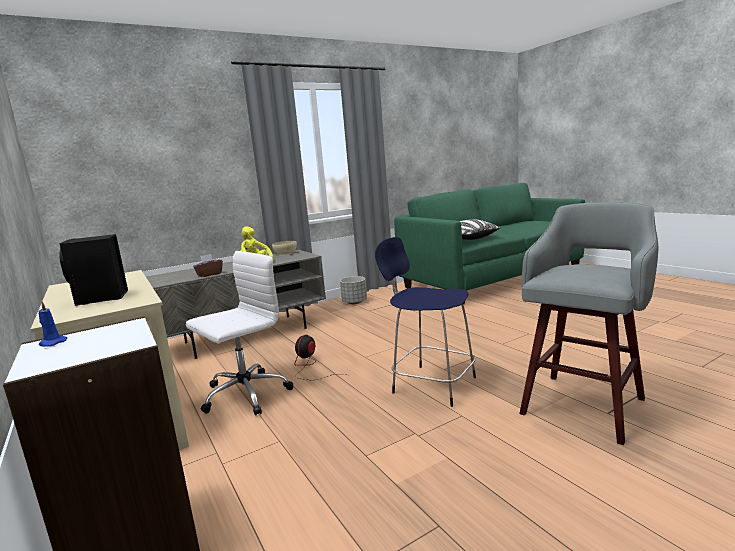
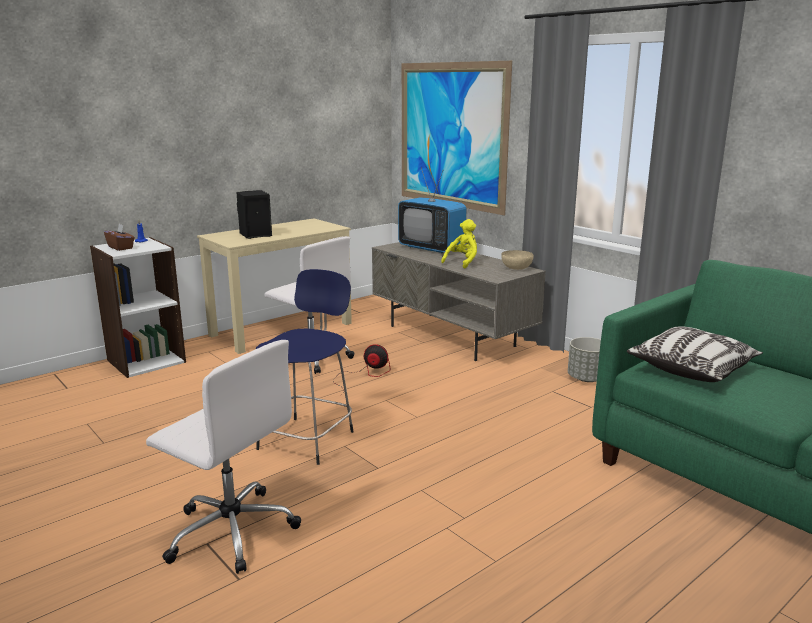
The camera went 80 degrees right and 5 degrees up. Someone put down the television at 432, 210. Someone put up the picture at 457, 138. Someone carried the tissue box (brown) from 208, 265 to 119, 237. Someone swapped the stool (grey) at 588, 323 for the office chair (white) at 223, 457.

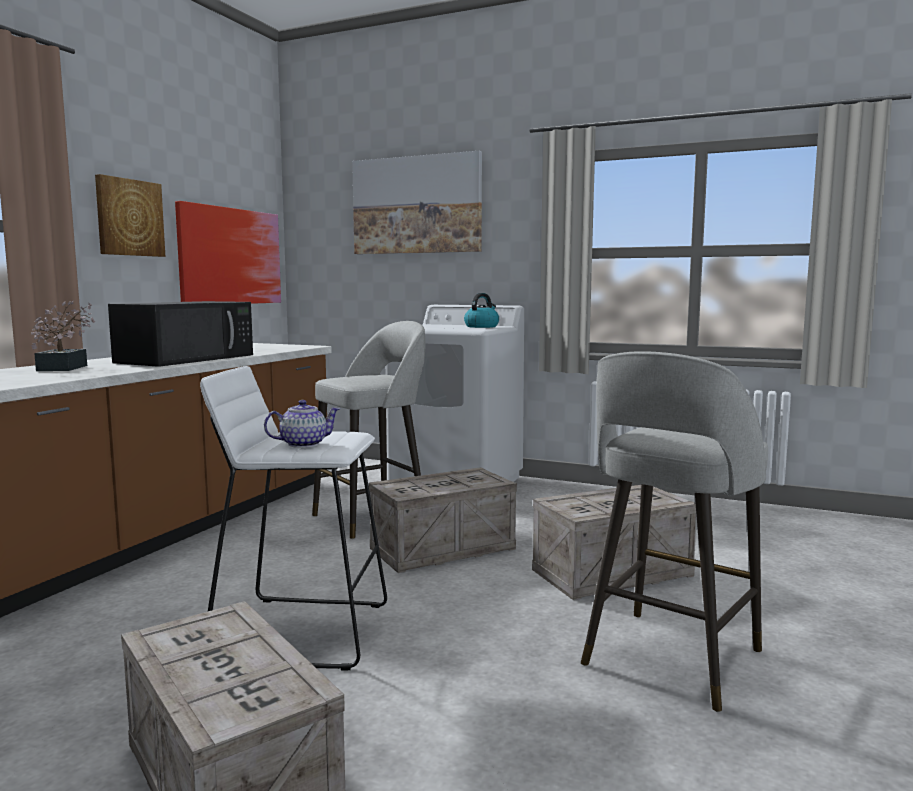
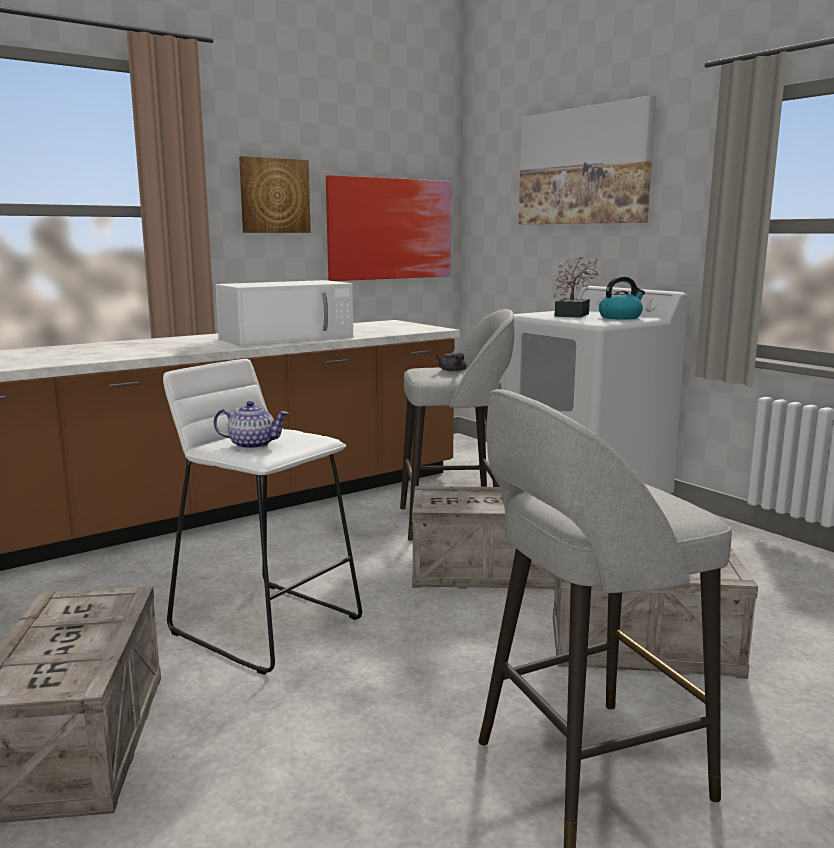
The camera went 30 degrees right and 5 degrees up. Someone put down the teapot (grey) at 451, 362. Someone carried the potted plant from 63, 336 to 576, 287. Someone repainted the microwave (black) at 180, 334, which became the microwave (white) at 284, 313.

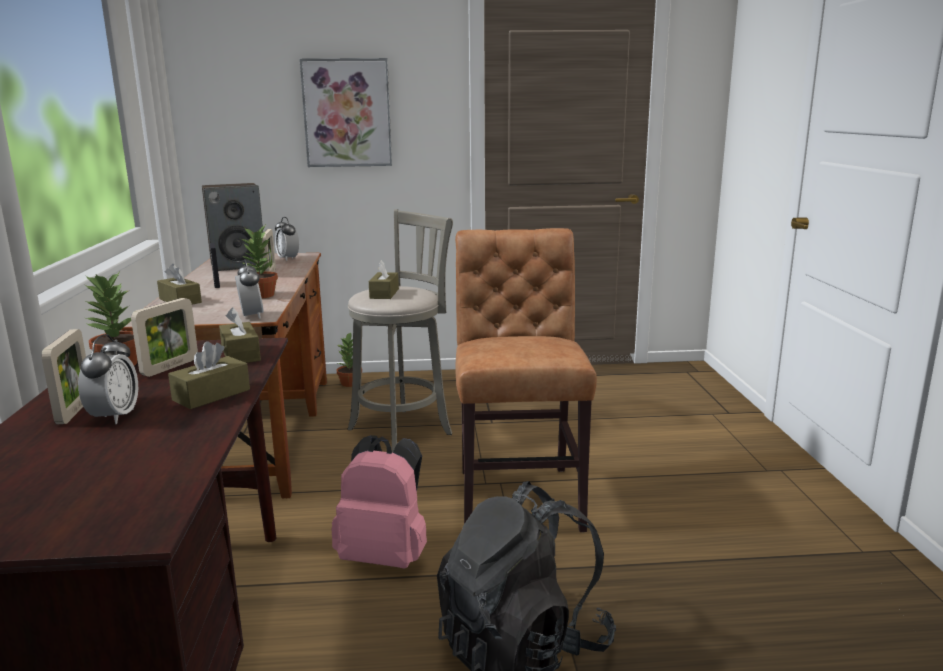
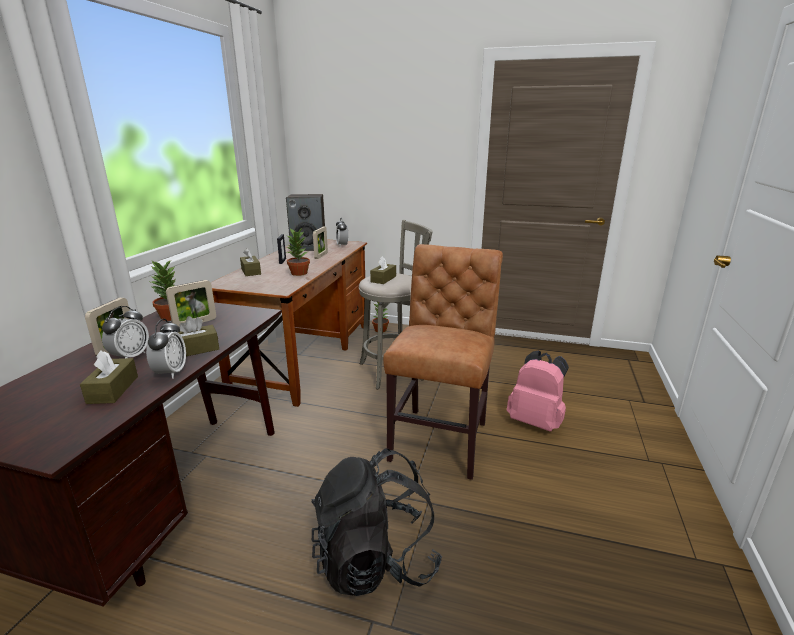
The camera went 20 degrees right and 5 degrees up. Someone took away the picture at 345, 112. Someone carried the tissue box (brown) from 240, 335 to 109, 377. Someone carried the alarm clock from 249, 289 to 166, 349. Someone carried the backpack (pink) from 379, 502 to 538, 391.

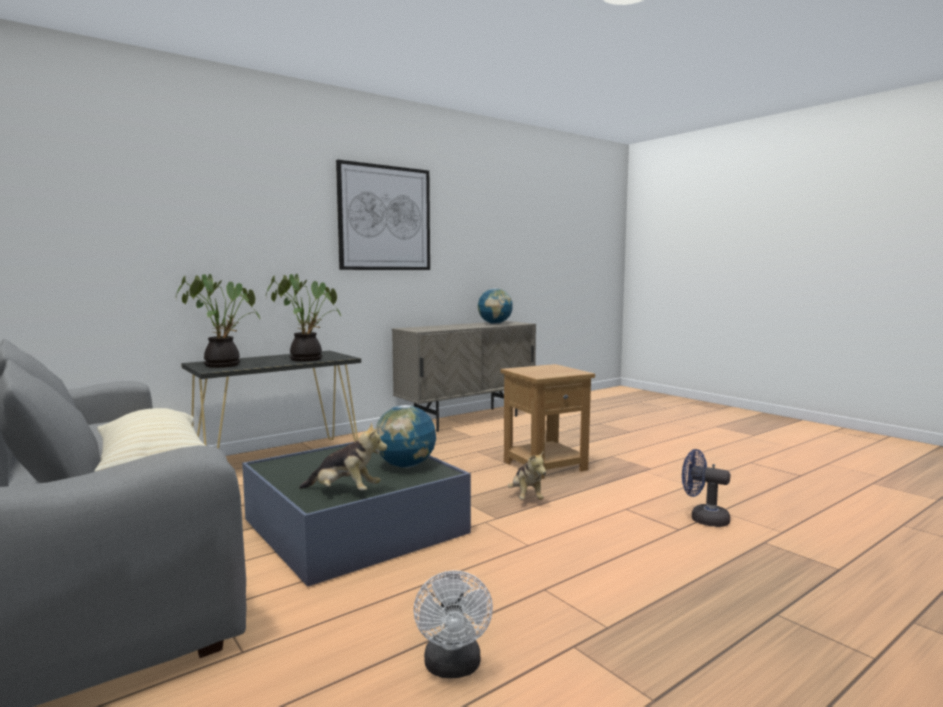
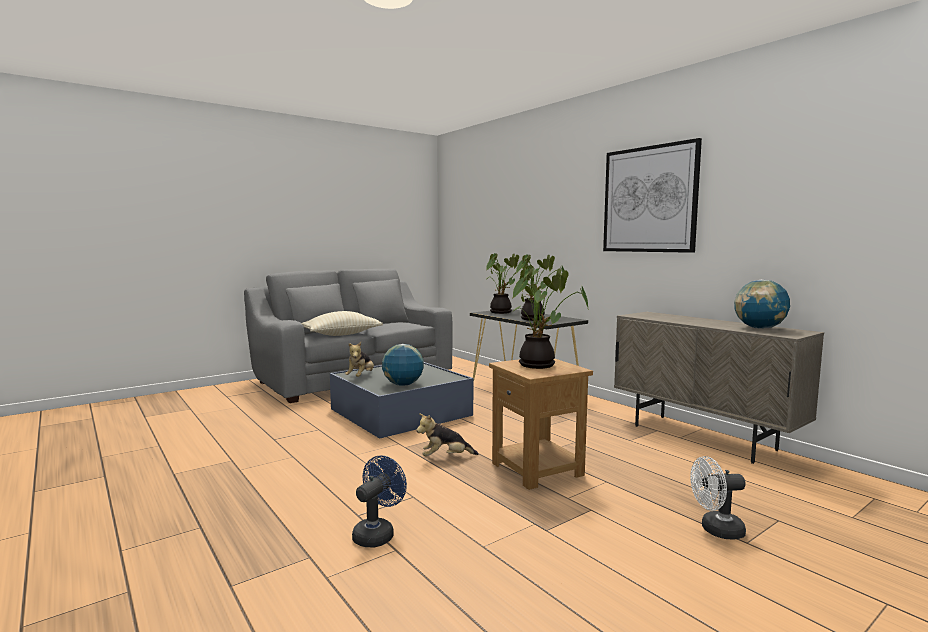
The camera went 90 degrees right and 0 degrees up. Someone put down the potted plant at 550, 318. Someone carried the fan (white) from 453, 624 to 718, 497.

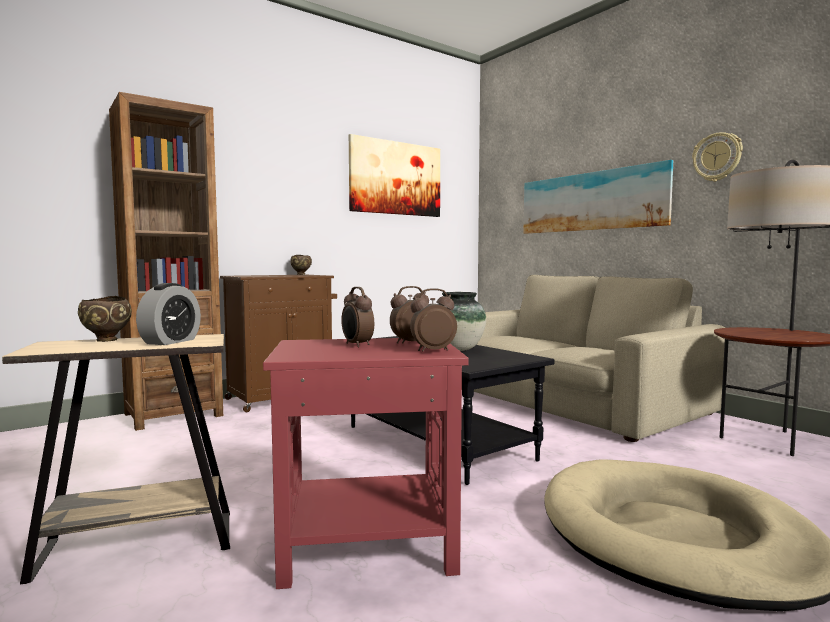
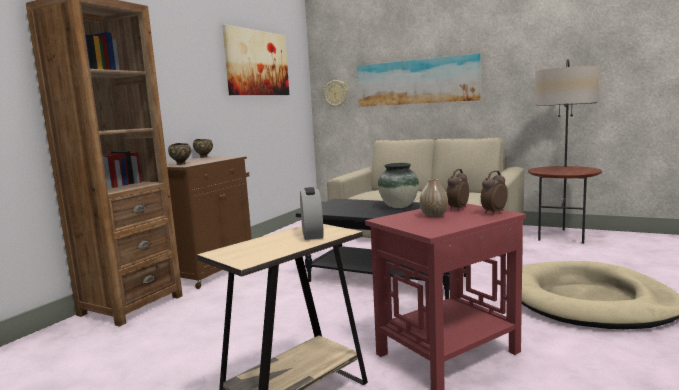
The camera went 25 degrees left and 5 degrees up. Someone carried the bowl (brown) from 105, 319 to 179, 154. Someone carried the wall clock from 717, 157 to 336, 94. Someone swapped the alarm clock at 357, 317 for the vase at 434, 198.

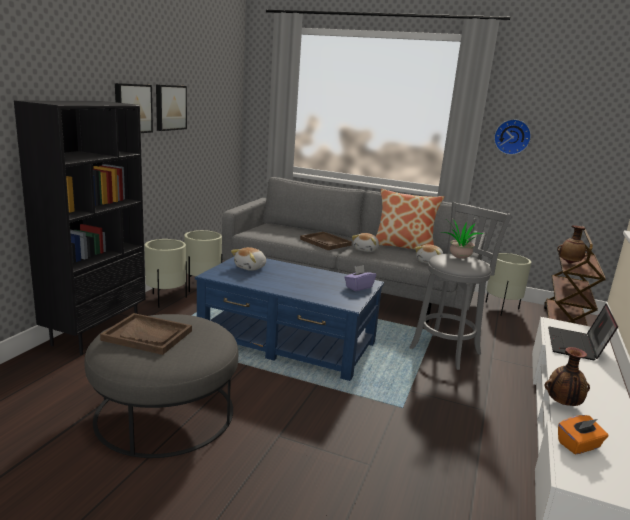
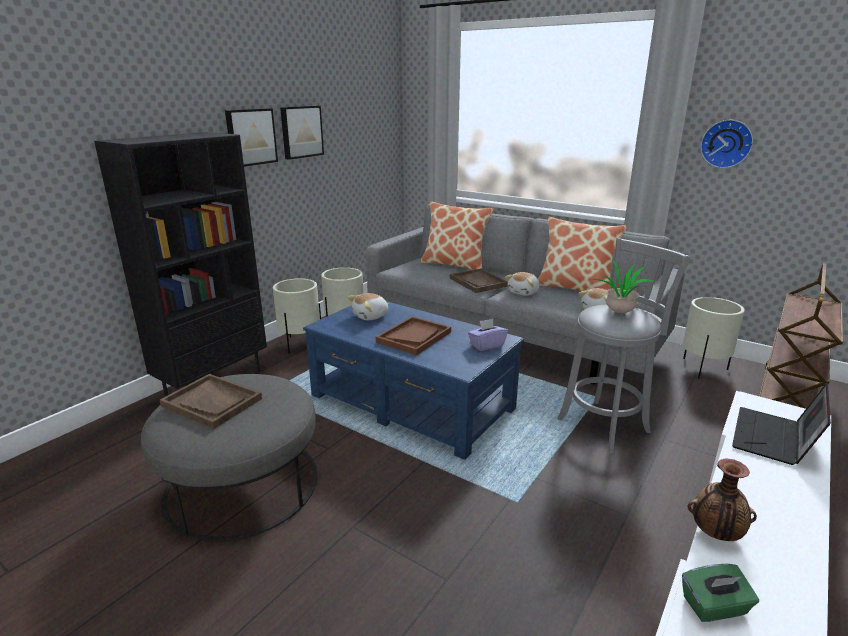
The camera went 15 degrees right and 5 degrees up. Someone took away the vase at 572, 244. Someone put down the tray (brown) at 413, 335. Someone put down the pillow at 457, 235. Someone repainted the tissue box (orange) at 583, 434, which became the tissue box (green) at 720, 593.

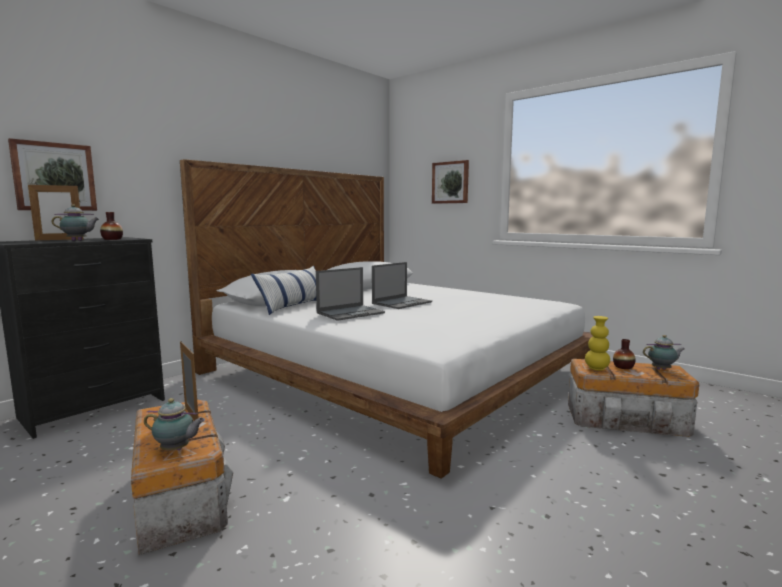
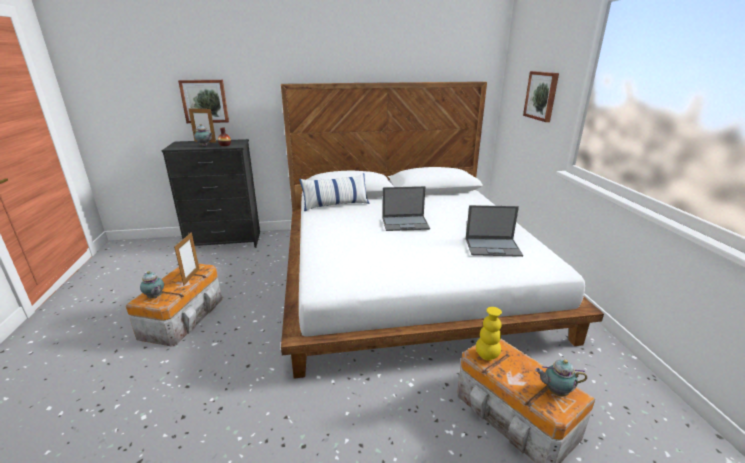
The camera went 40 degrees right and 15 degrees up. Someone took away the vase at 624, 354. Someone carried the laptop from 350, 294 to 494, 231. Someone rotated the teapot at 664, 352 by 150 degrees clockwise.

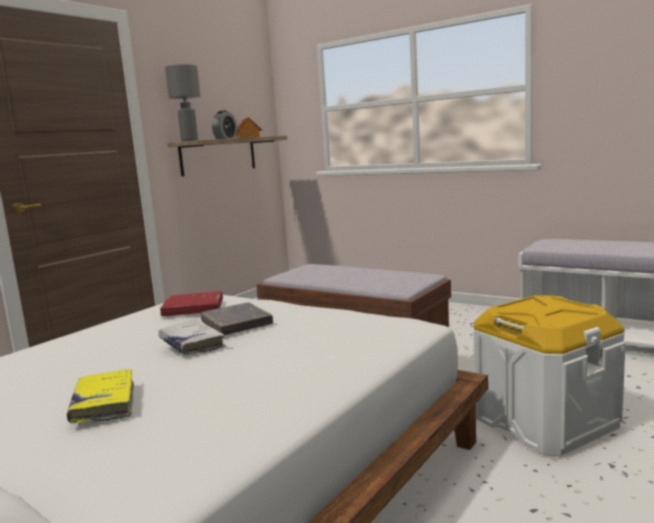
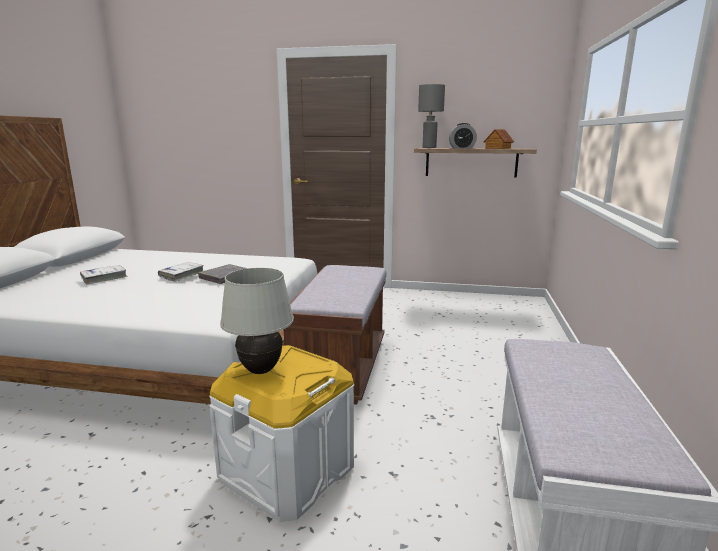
The camera went 65 degrees right and 5 degrees up. Someone took away the book (red) at 191, 303. Someone put down the table lamp (white) at 257, 321. Someone repainted the book (yellow) at 100, 396, which became the book (white) at 104, 275.

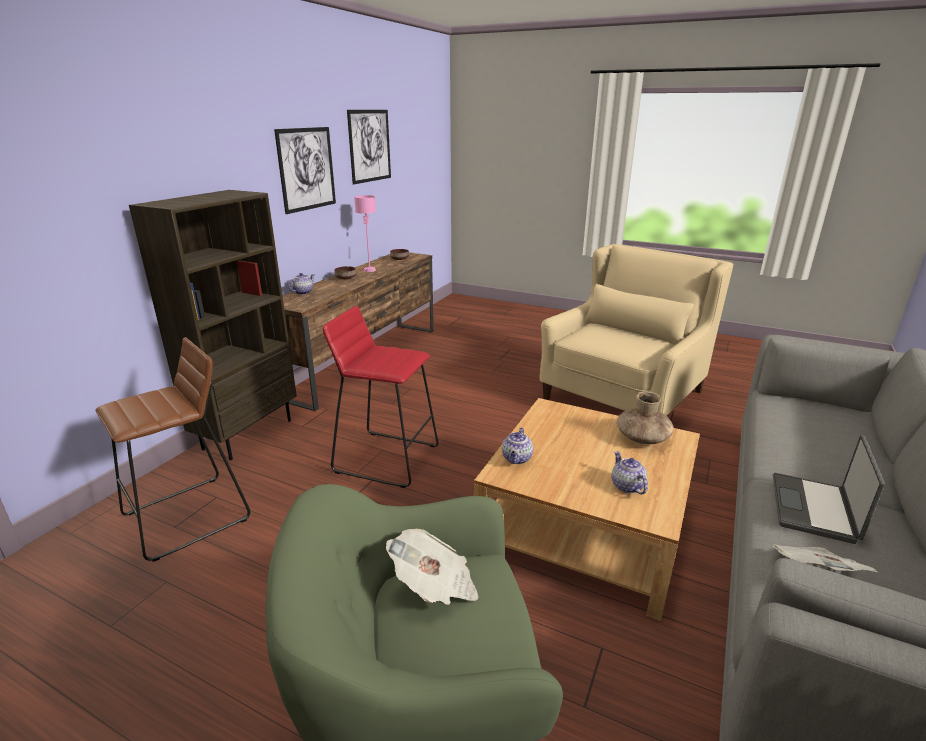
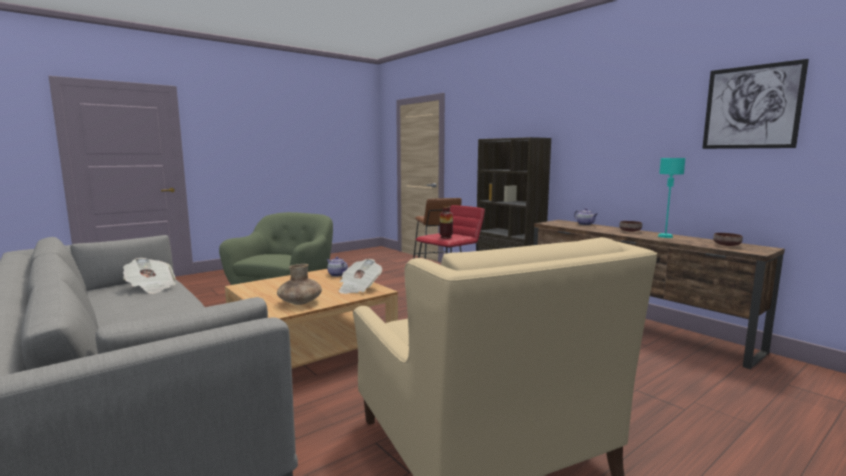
The camera went 115 degrees right and 15 degrees down. Someone took away the picture at 305, 170. Someone took away the teapot at 630, 472. Someone took away the laptop at 829, 489. Someone put down the vase at 446, 222. Someone carried the newspaper from 432, 567 to 360, 276. Someone repainted the table lamp (pink) at 365, 233, which became the table lamp (turquoise) at 672, 198.

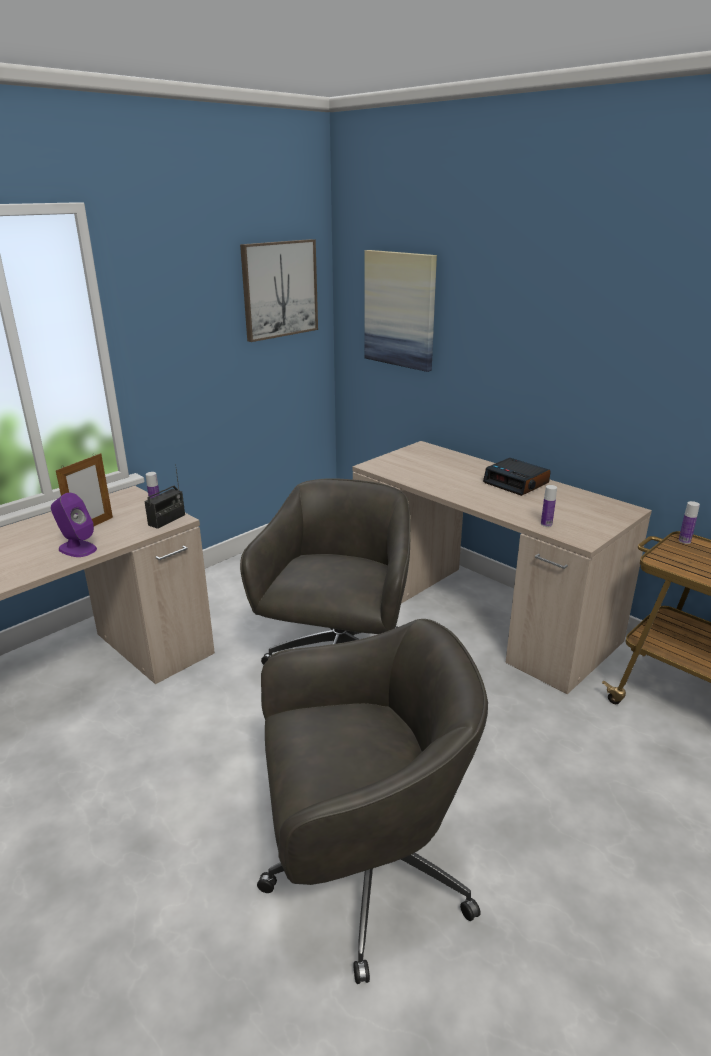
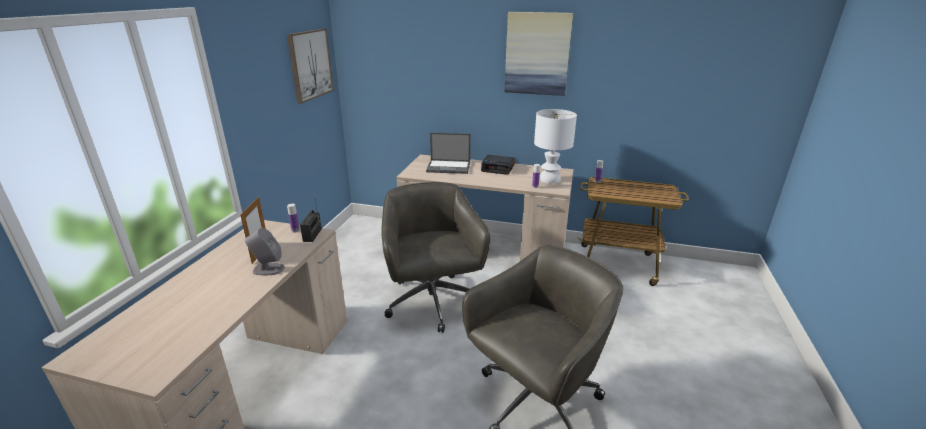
The camera went 30 degrees left and 0 degrees up. Someone put down the laptop at 448, 153. Someone put down the table lamp (white) at 555, 146. Someone carried the picture from 400, 311 to 538, 54. Someone repainted the speaker (purple) at 74, 525, which became the speaker (grey) at 264, 251.

